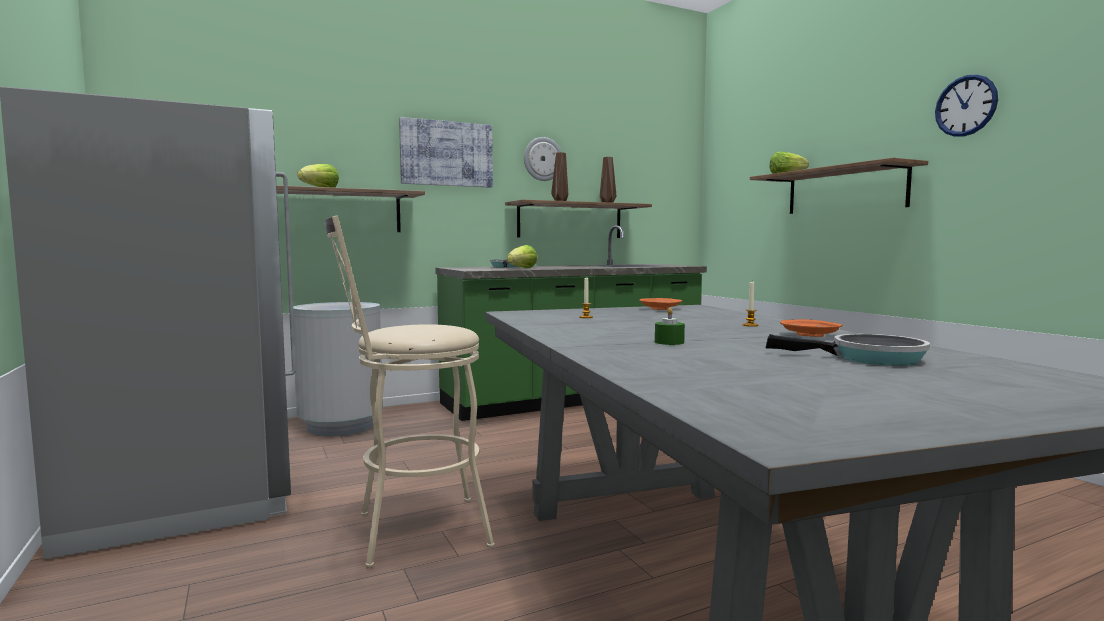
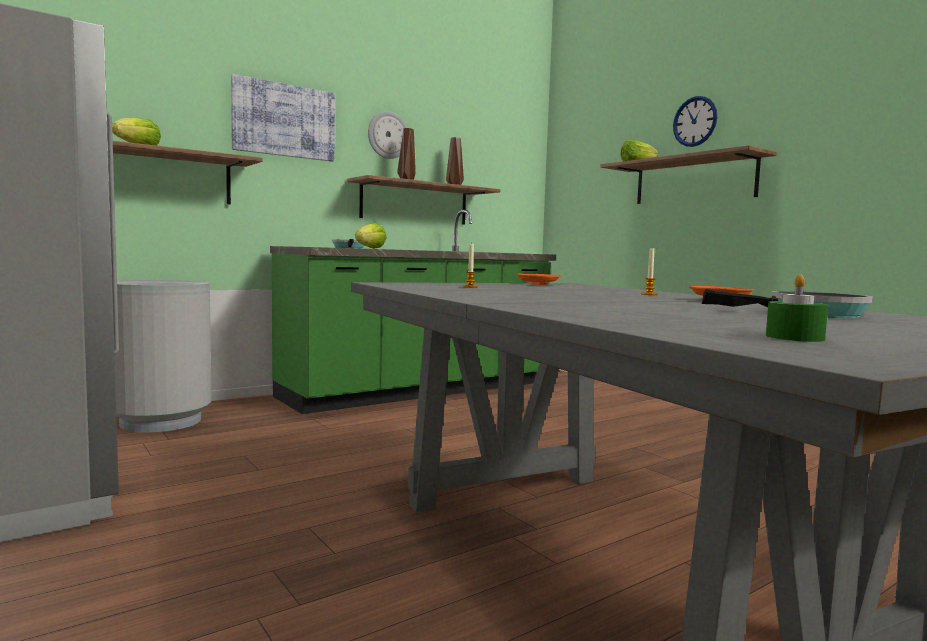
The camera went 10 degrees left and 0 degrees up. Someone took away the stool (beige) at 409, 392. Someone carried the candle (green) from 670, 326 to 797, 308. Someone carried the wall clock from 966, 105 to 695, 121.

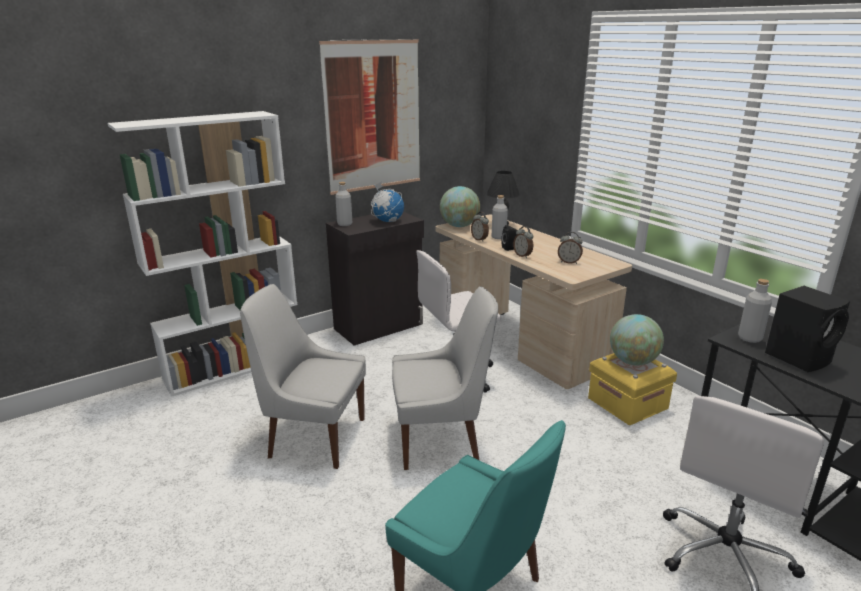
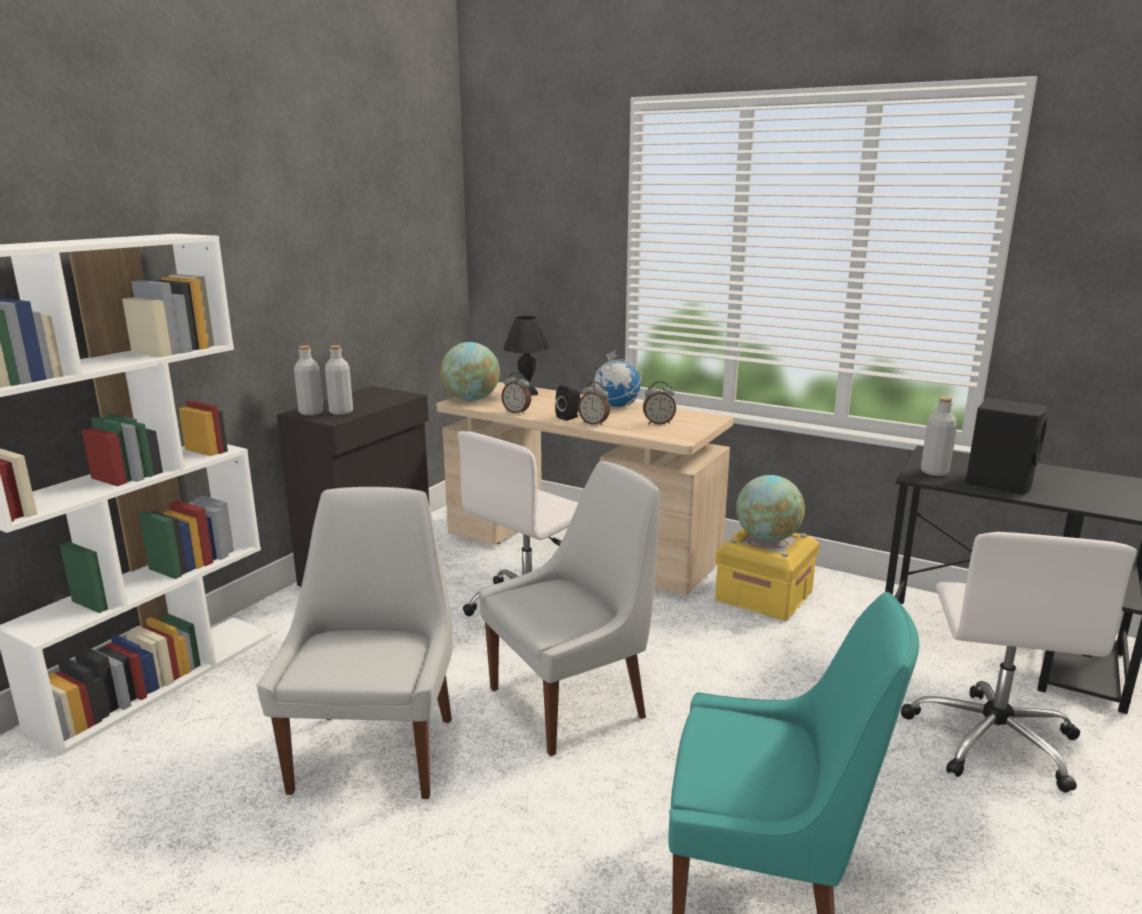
The camera went 25 degrees left and 5 degrees down. Someone took away the picture at 369, 117. Someone carried the globe from 387, 202 to 617, 378. Someone carried the bottle (grey) from 500, 217 to 339, 380. Someone rotated the chair (white) at 303, 376 by 105 degrees clockwise.

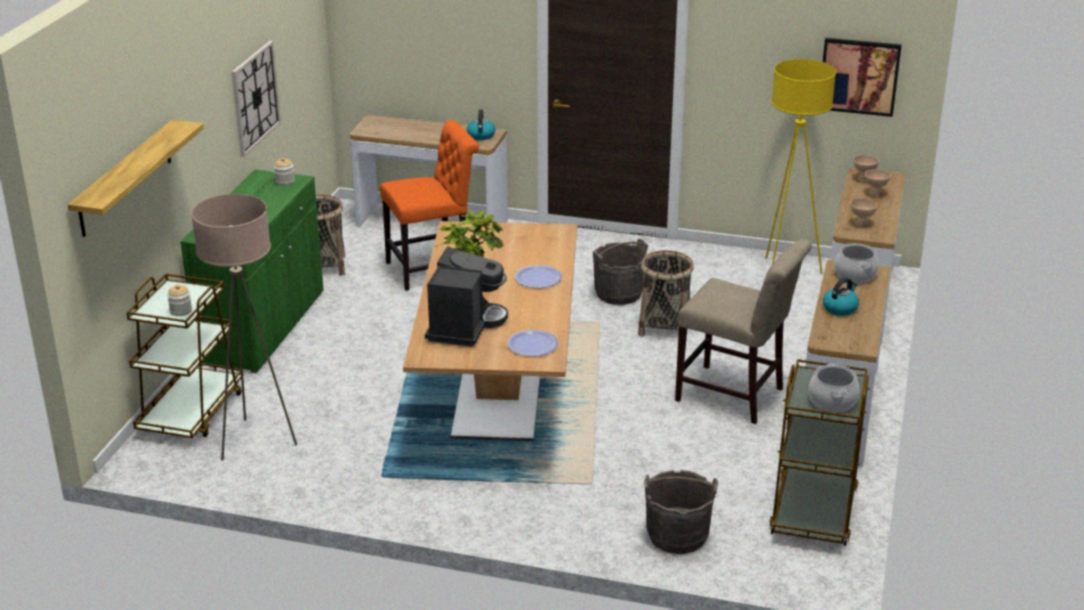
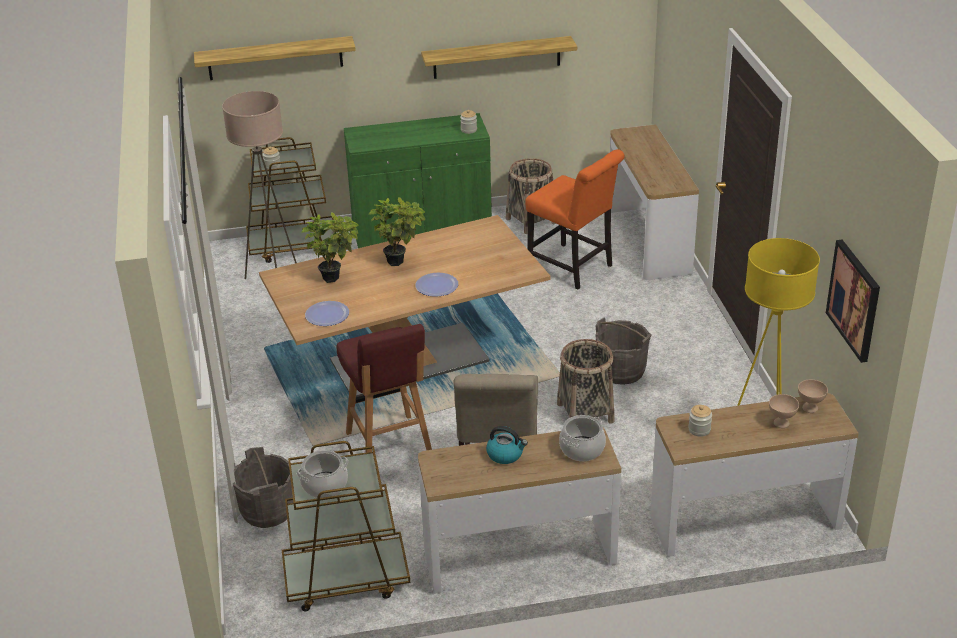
The camera went 65 degrees right and 5 degrees up. Someone took away the kettle at 481, 124. Someone put down the stool (red) at 384, 388. Someone swapped the wall clock at 256, 99 for the shelf at 499, 57. Someone swapped the coffee machine at 466, 296 for the potted plant at 330, 247. Someone swapped the bowl (beige) at 864, 213 for the jar at 700, 421.

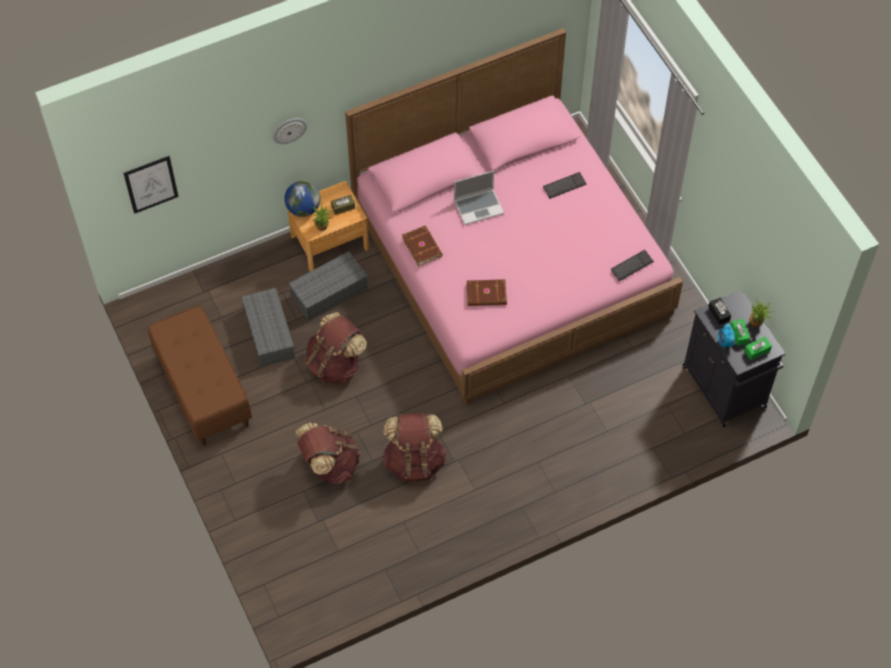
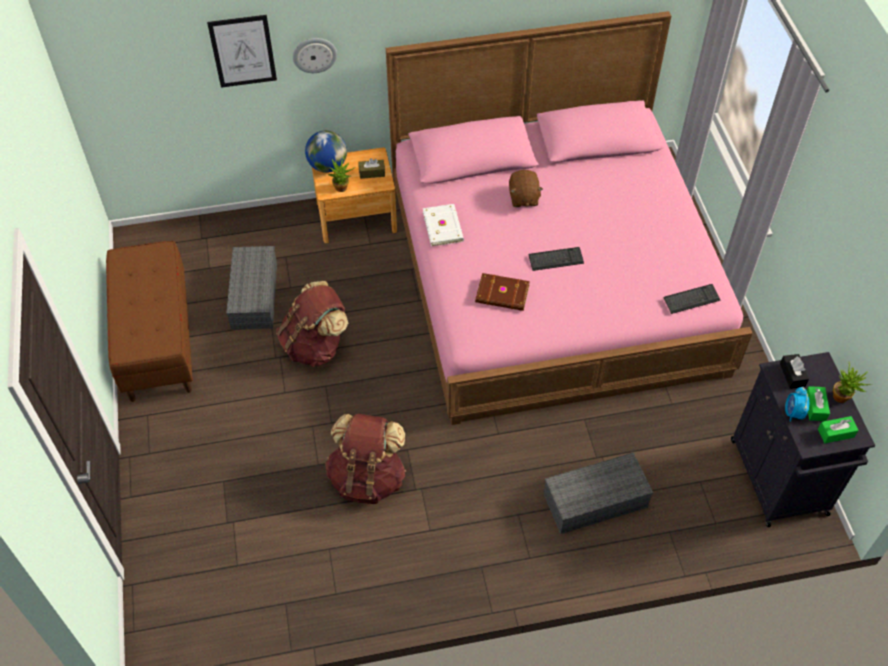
The camera went 15 degrees right and 5 degrees down. Someone took away the backpack (brown) at 327, 453. Someone carried the picture from 151, 185 to 242, 51. Someone carried the storage box (grey) from 328, 286 to 598, 493. Someone carried the keyboard from 565, 185 to 556, 259. Someone swapped the laptop at 479, 198 for the plush toy (brown) at 526, 188. Someone repainted the book (brown) at 422, 245, which became the book (white) at 443, 225.

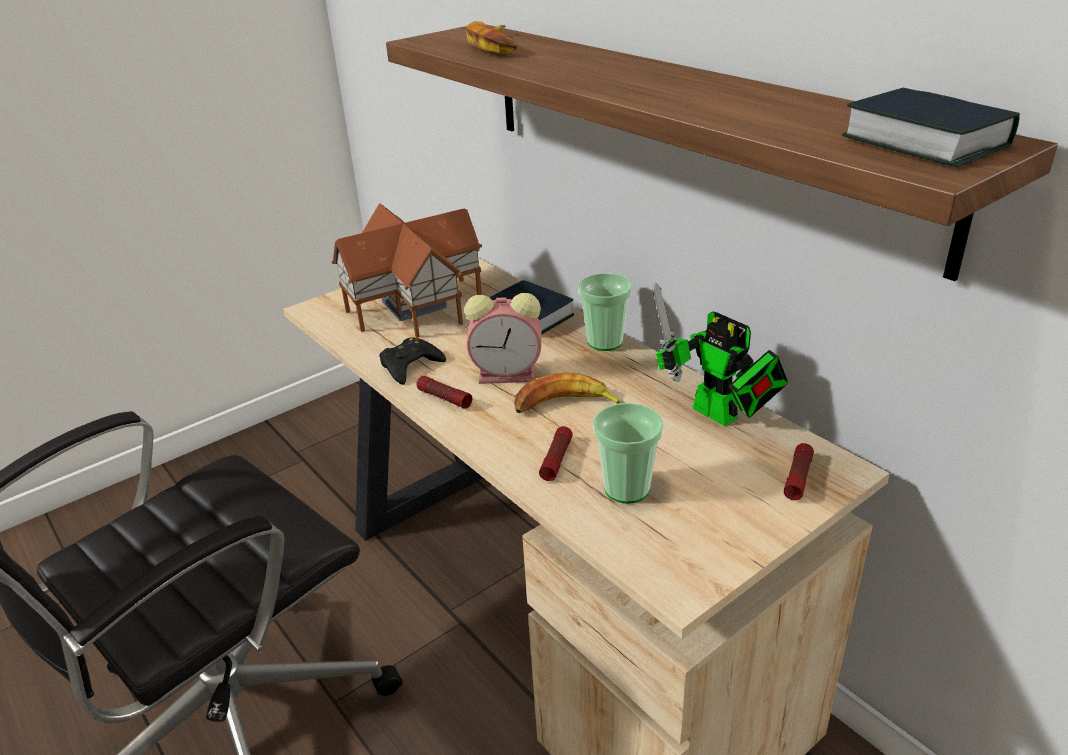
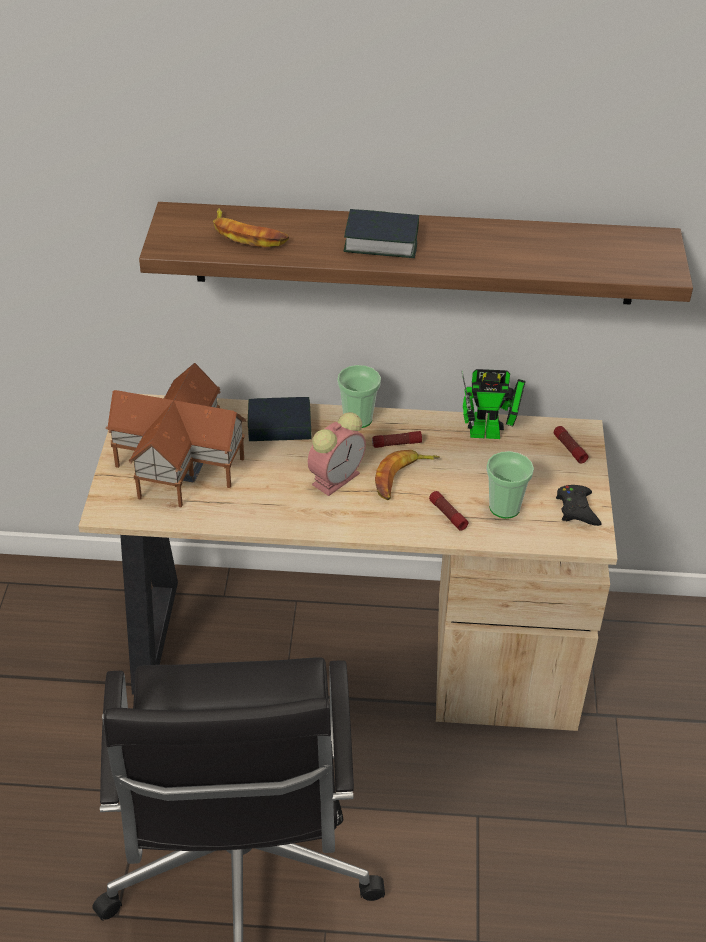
The camera went 50 degrees left and 10 degrees up. Someone carried the game controller (black) from 412, 361 to 578, 505. Someone carried the flashlight from 444, 392 to 397, 439. Someone carried the book from 931, 127 to 381, 233.

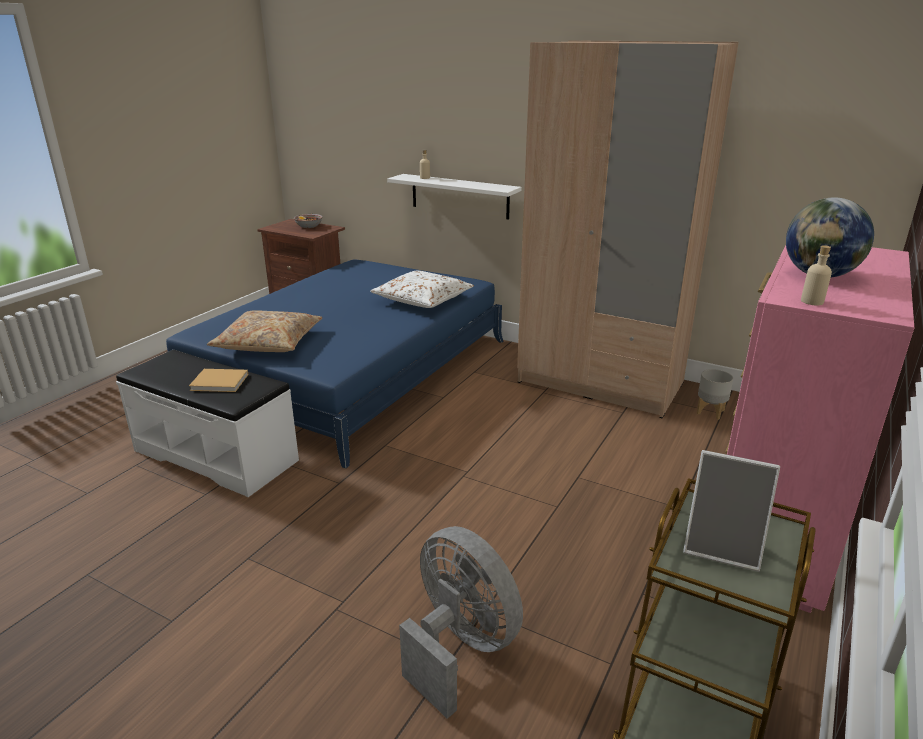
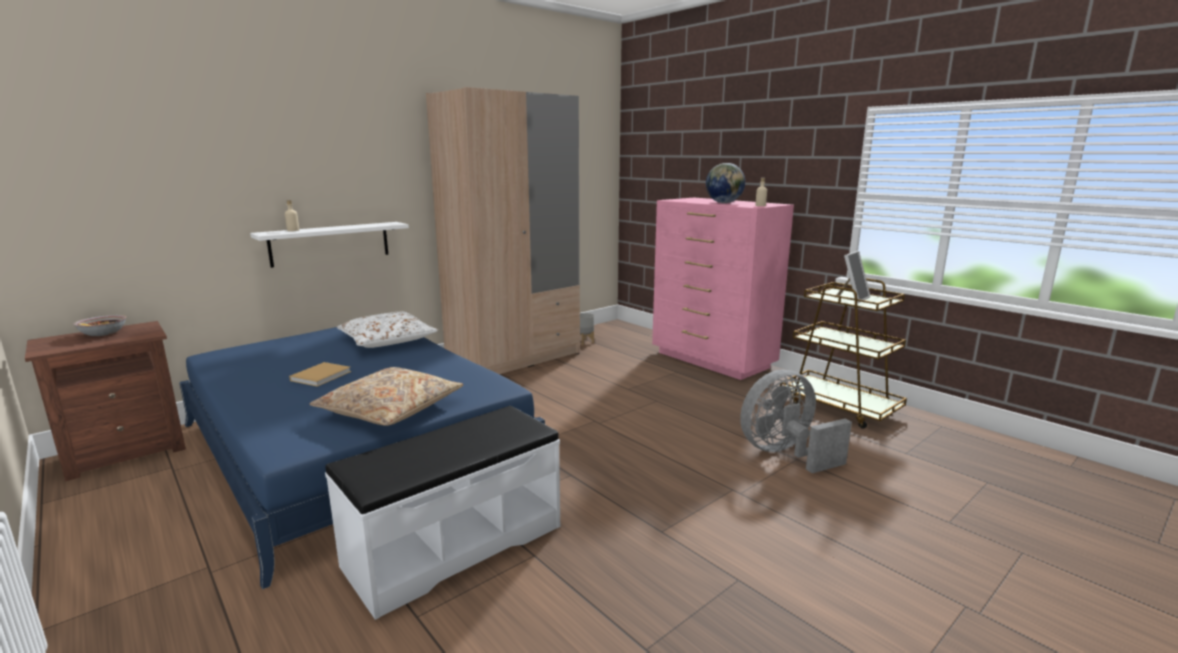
The camera went 70 degrees left and 10 degrees down. Someone carried the book (beige) from 218, 380 to 320, 374.

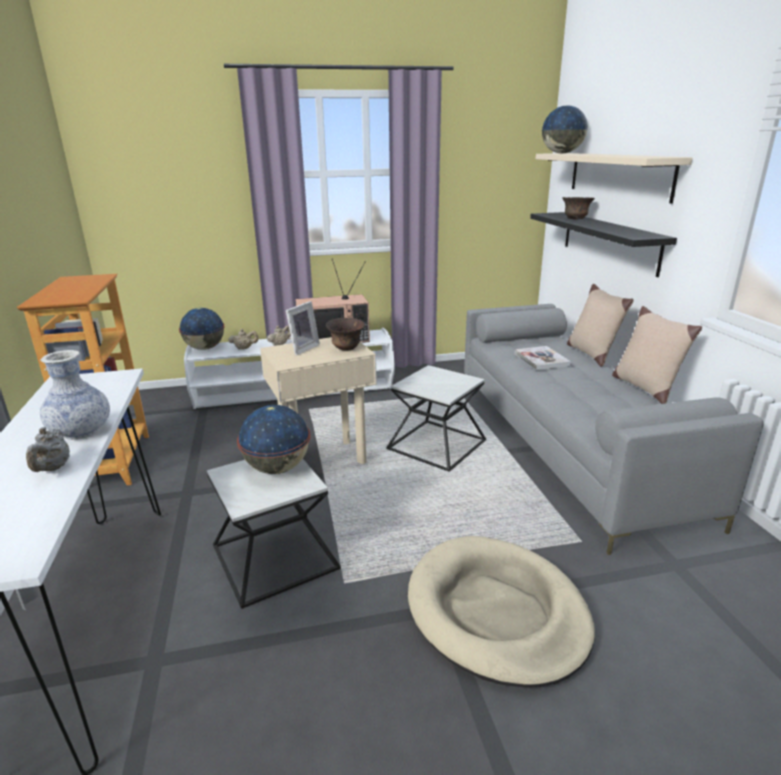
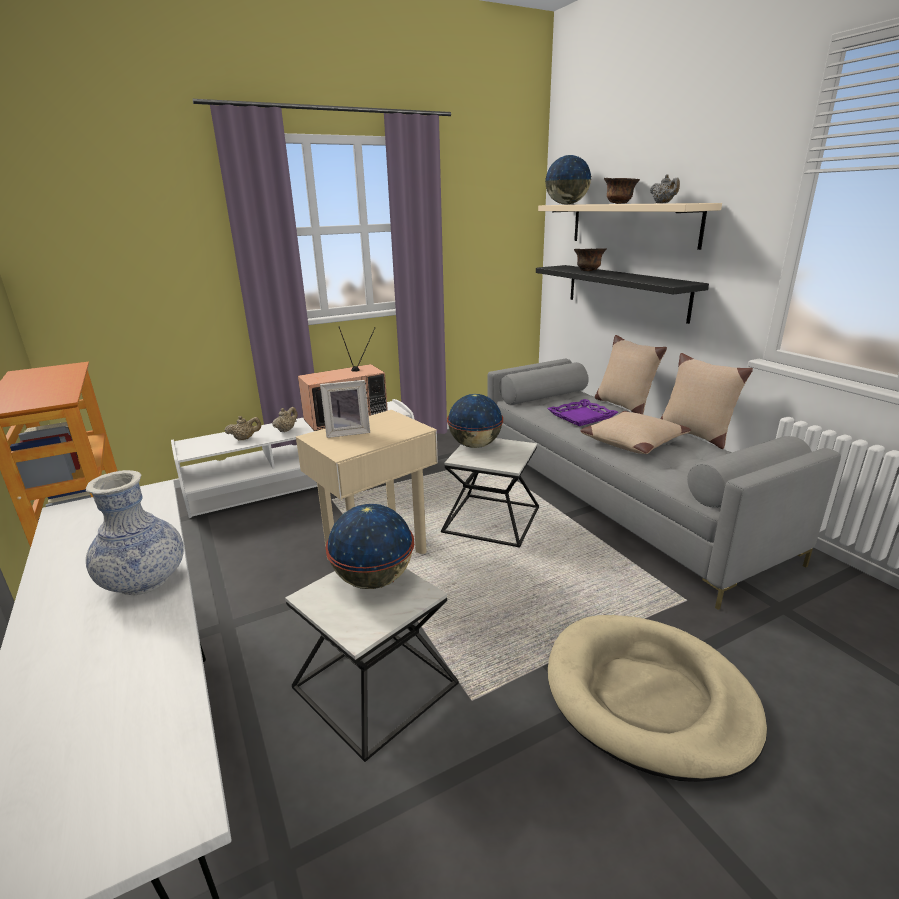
The camera went 15 degrees left and 0 degrees up. Someone put down the pillow (beige) at 635, 432. Someone carried the teapot (grey) from 48, 449 to 665, 188. Someone carried the globe from 202, 329 to 475, 421. Someone carried the bowl (brown) from 345, 334 to 622, 191. Someone swapped the book at 543, 358 for the tray (purple) at 583, 412. Someone rotated the picture frame at 303, 328 by 60 degrees clockwise.

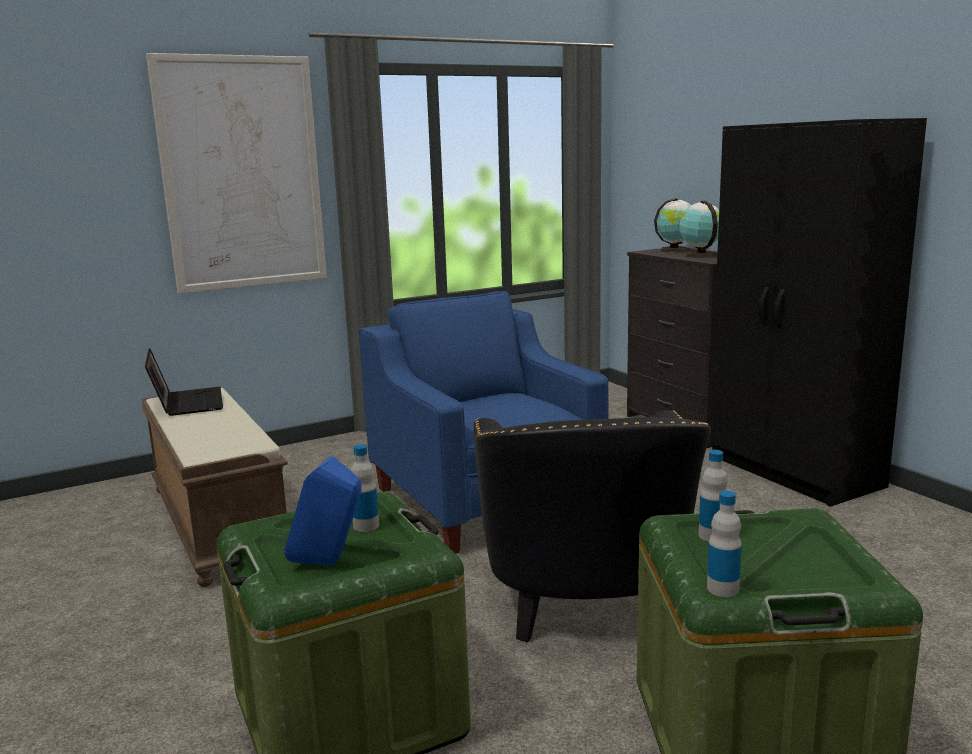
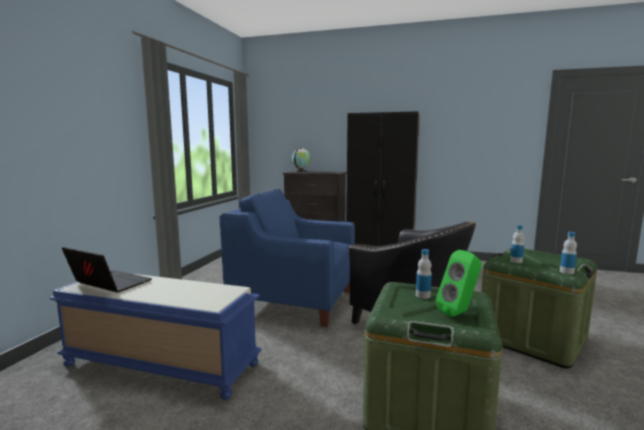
The camera went 45 degrees left and 5 degrees down. Someone took away the picture at 236, 173. Someone took away the globe at 699, 229. Someone repainted the bench (brown) at 214, 487, which became the bench (blue) at 156, 337. Someone repainted the speaker (blue) at 322, 510, which became the speaker (green) at 458, 283.

